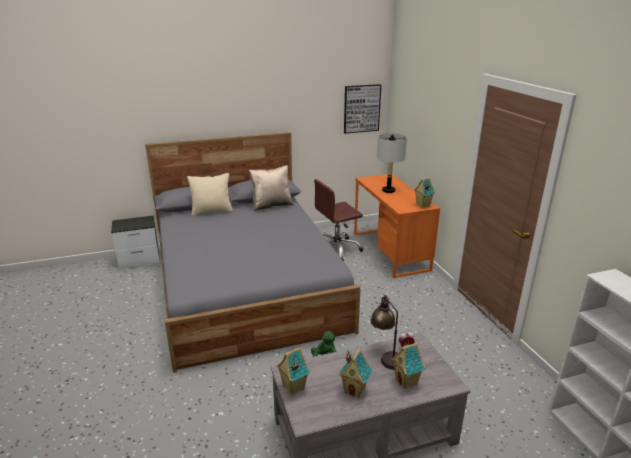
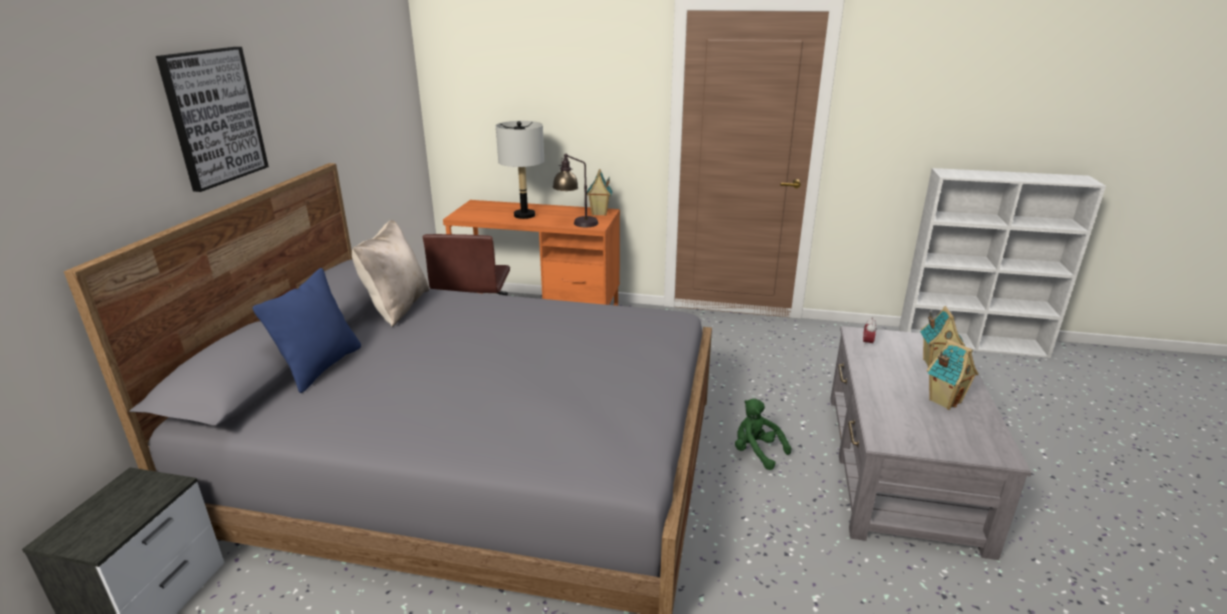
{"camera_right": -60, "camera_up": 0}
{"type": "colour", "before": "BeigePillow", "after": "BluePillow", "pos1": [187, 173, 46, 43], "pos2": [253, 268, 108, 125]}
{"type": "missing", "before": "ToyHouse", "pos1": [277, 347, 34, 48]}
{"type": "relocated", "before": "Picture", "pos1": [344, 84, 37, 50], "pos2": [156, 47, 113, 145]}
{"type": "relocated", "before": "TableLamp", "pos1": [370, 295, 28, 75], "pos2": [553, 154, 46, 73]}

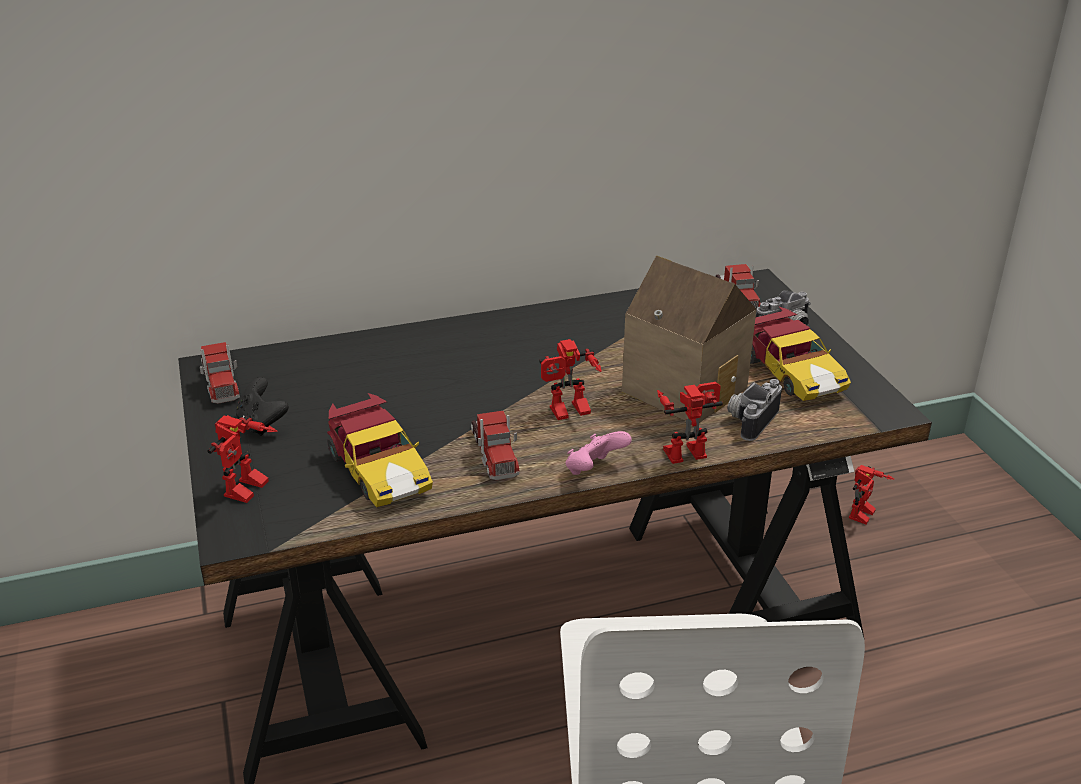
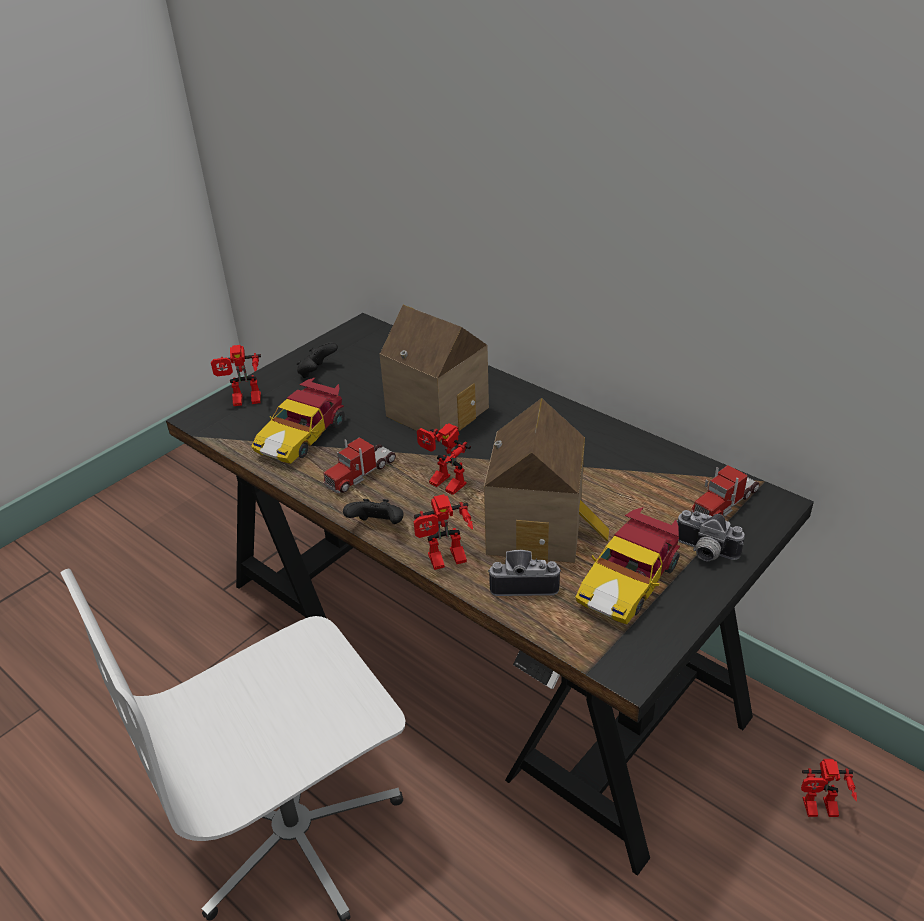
{"camera_right": 60, "camera_up": 5}
{"type": "missing", "before": "ToyTruck", "pos1": [200, 342, 40, 62]}
{"type": "colour", "before": "PinkGameController", "after": "BlackGameController", "pos1": [566, 431, 66, 44], "pos2": [343, 499, 61, 25]}
{"type": "spun", "before": "ToyRobot", "pos1": [657, 382, 66, 82], "pos2": [414, 494, 59, 76], "turn": 120}
{"type": "appeared", "after": "ToyHouse", "pos2": [380, 305, 109, 138]}

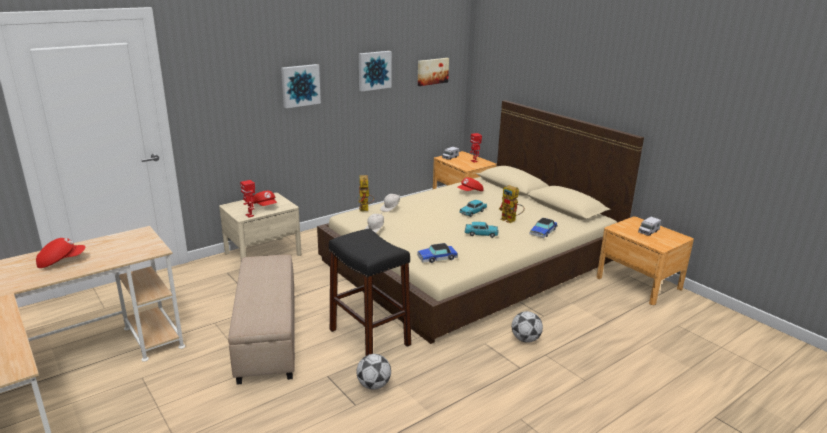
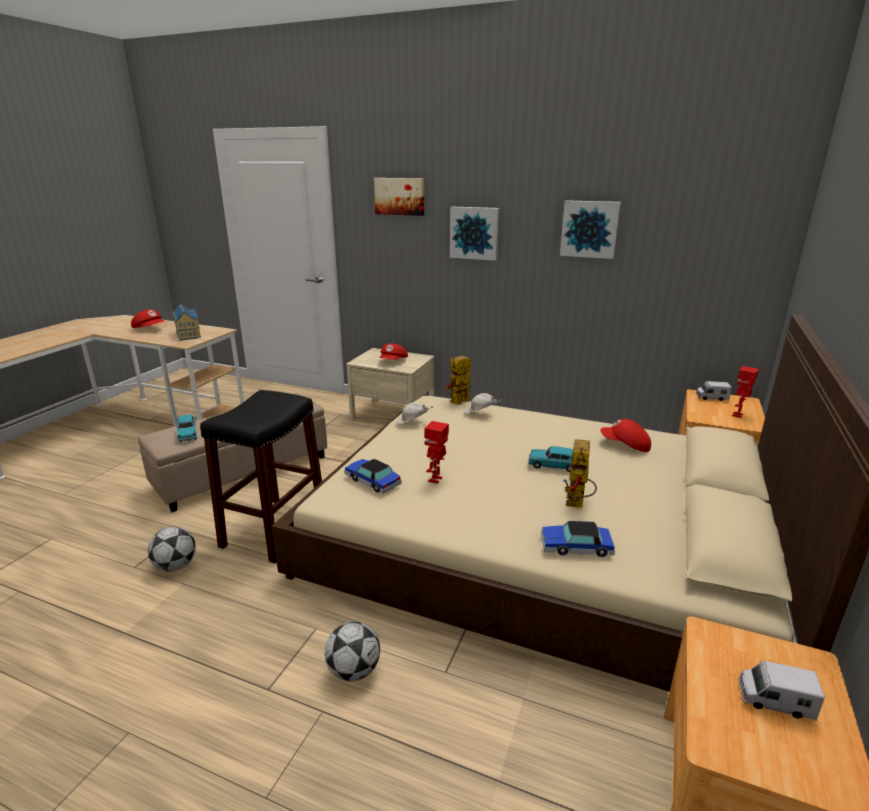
{"camera_right": 60, "camera_up": 0}
{"type": "relocated", "before": "ToyRobot", "pos1": [240, 180, 15, 38], "pos2": [424, 421, 25, 62]}
{"type": "relocated", "before": "Picture", "pos1": [418, 58, 31, 28], "pos2": [374, 178, 50, 38]}
{"type": "relocated", "before": "TurquoiseToyCar", "pos1": [464, 222, 34, 16], "pos2": [177, 414, 20, 28]}
{"type": "appeared", "after": "ToyHouse", "pos2": [172, 304, 29, 37]}

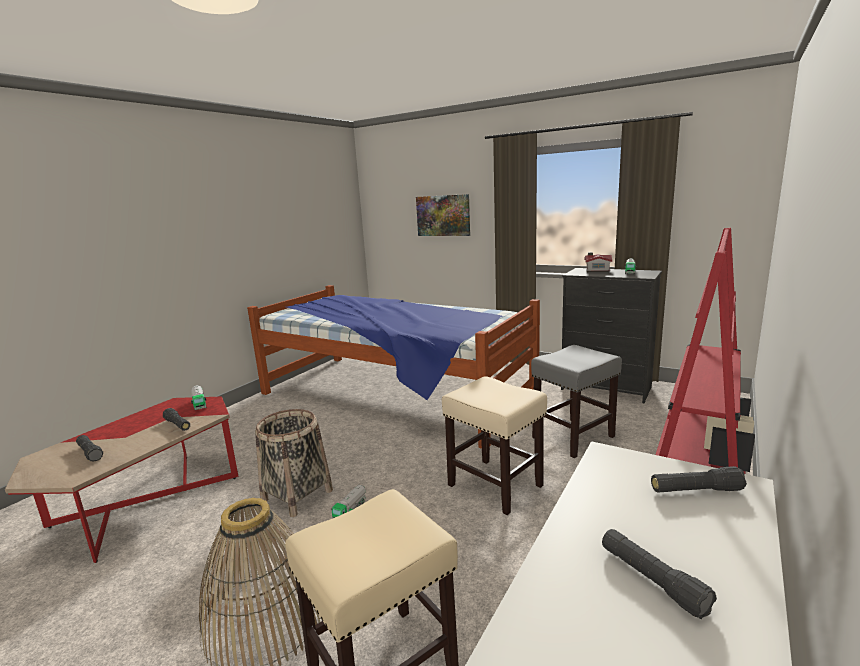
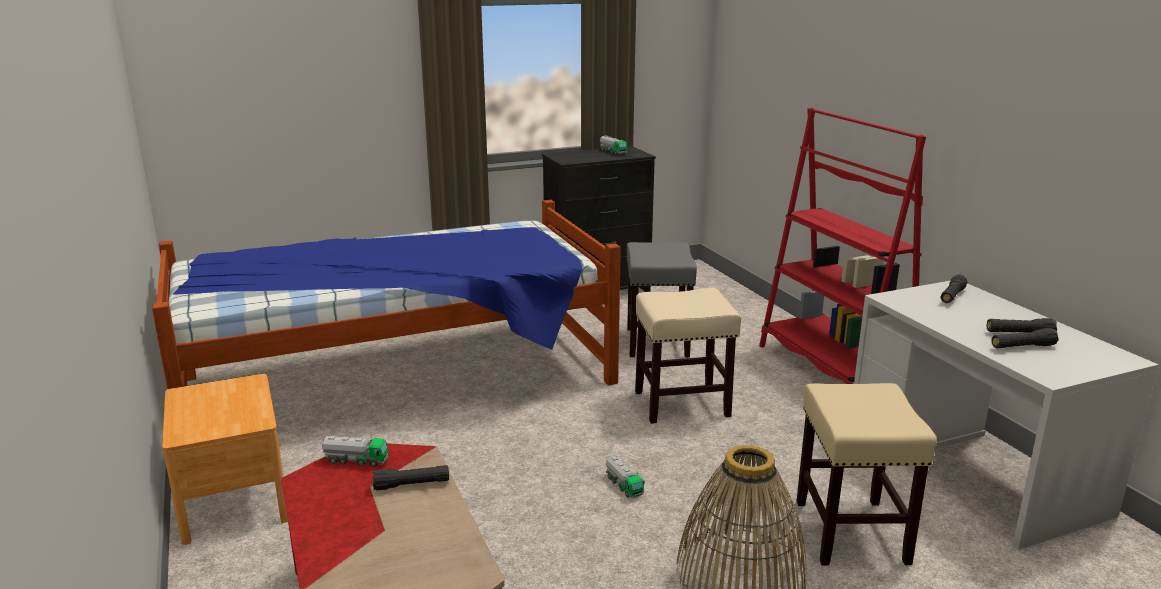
{"camera_right": -55, "camera_up": 5}
{"type": "relocated", "before": "BlackFlashlight", "pos1": [76, 435, 27, 27], "pos2": [991, 328, 68, 20]}
{"type": "missing", "before": "Basket", "pos1": [255, 409, 78, 108]}
{"type": "missing", "before": "Picture", "pos1": [416, 194, 54, 42]}
{"type": "missing", "before": "ToyHouse", "pos1": [585, 252, 27, 20]}
{"type": "appeared", "after": "BrownNightstand", "pos2": [162, 374, 126, 171]}

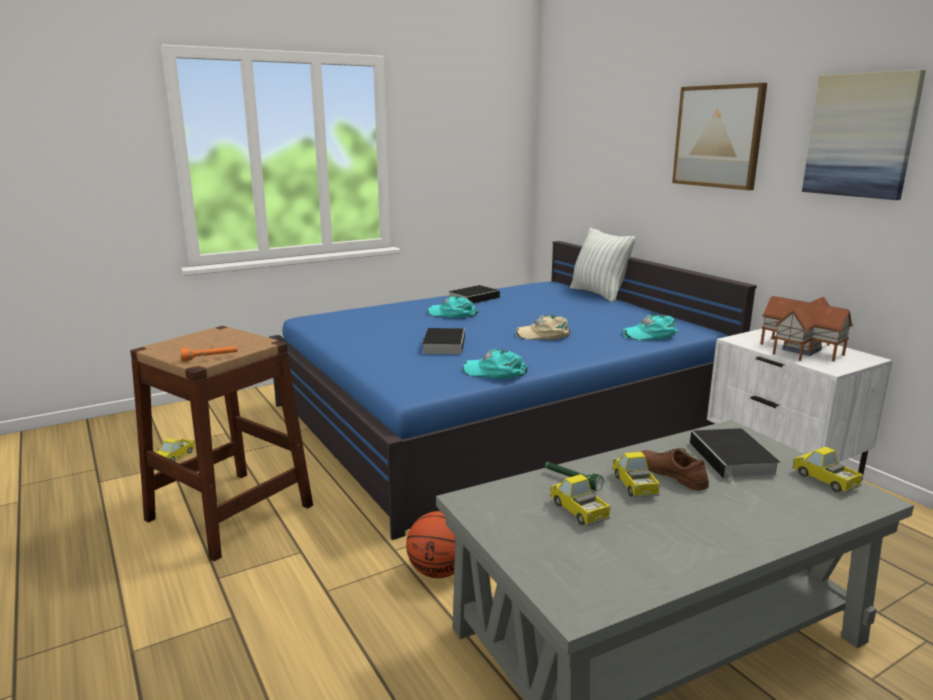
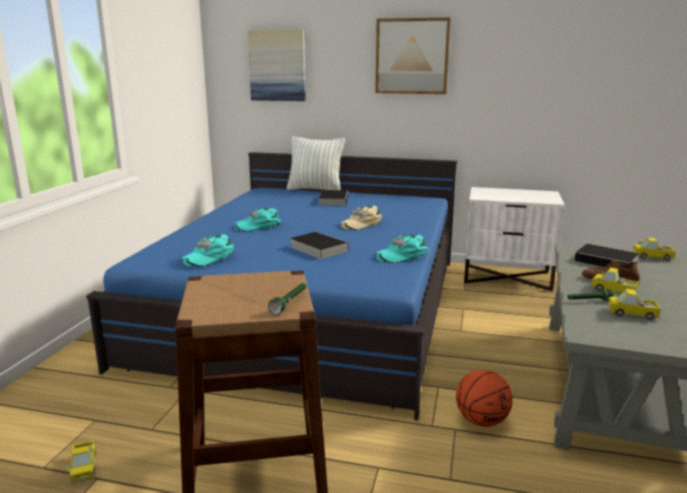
{"camera_right": -45, "camera_up": 0}
{"type": "colour", "before": "OrangeFlashlight", "after": "GreenFlashlight", "pos1": [180, 346, 57, 16], "pos2": [268, 283, 39, 32]}
{"type": "relocated", "before": "Book", "pos1": [448, 285, 55, 19], "pos2": [319, 190, 29, 16]}
{"type": "relocated", "before": "TurquoiseCap", "pos1": [623, 315, 55, 25], "pos2": [181, 234, 53, 33]}
{"type": "missing", "before": "ToyHouse", "pos1": [760, 296, 93, 65]}
{"type": "relocated", "before": "Picture", "pos1": [802, 70, 124, 130], "pos2": [248, 30, 58, 71]}

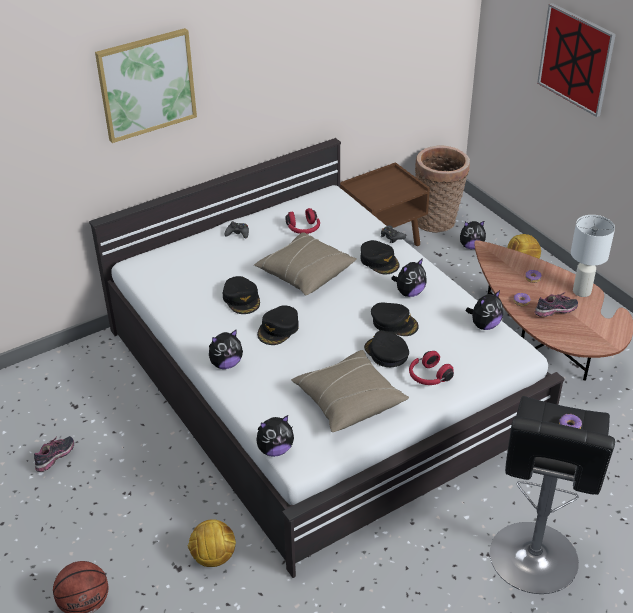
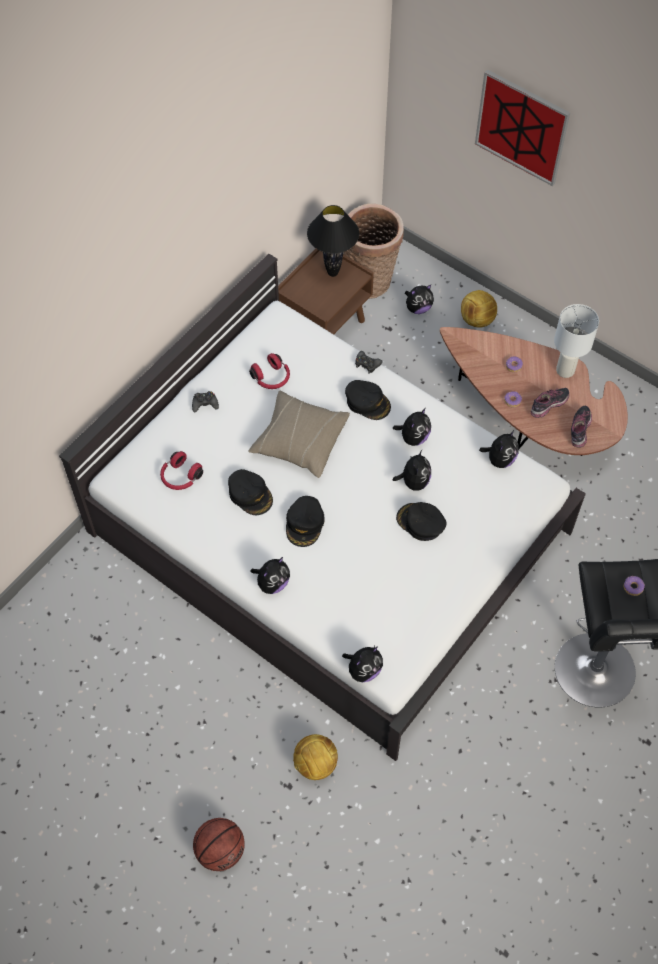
{"camera_right": -20, "camera_up": 20}
{"type": "relocated", "before": "Shoe", "pos1": [34, 436, 40, 36], "pos2": [571, 406, 21, 41]}
{"type": "missing", "before": "Picture", "pos1": [95, 28, 102, 115]}
{"type": "missing", "before": "BeigePillow", "pos1": [291, 350, 118, 82]}
{"type": "exchanged", "before": "BlackCap", "after": "PlushToy", "pos1": [371, 302, 48, 34], "pos2": [393, 450, 38, 41]}
{"type": "relocated", "before": "RedHeadphones", "pos1": [409, 351, 45, 34], "pos2": [160, 451, 43, 39]}
{"type": "appeared", "after": "BlackTableLamp", "pos2": [307, 205, 52, 72]}

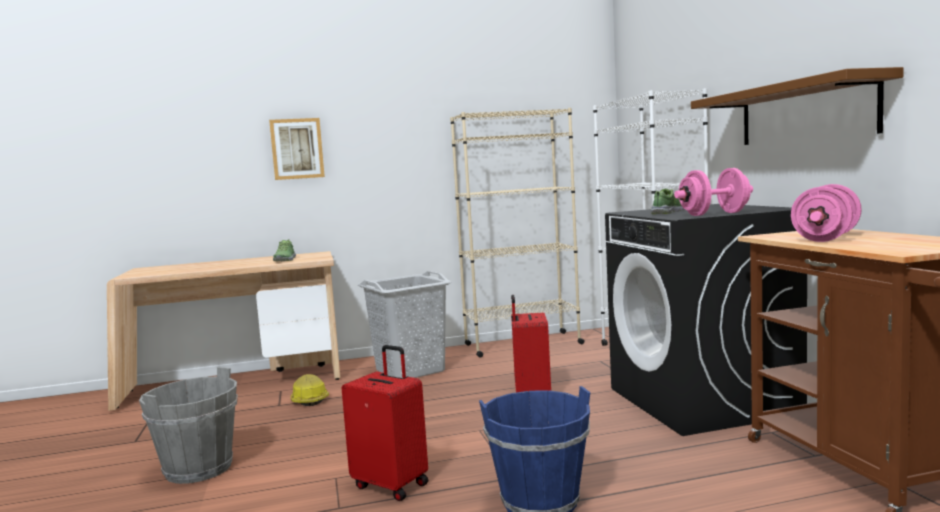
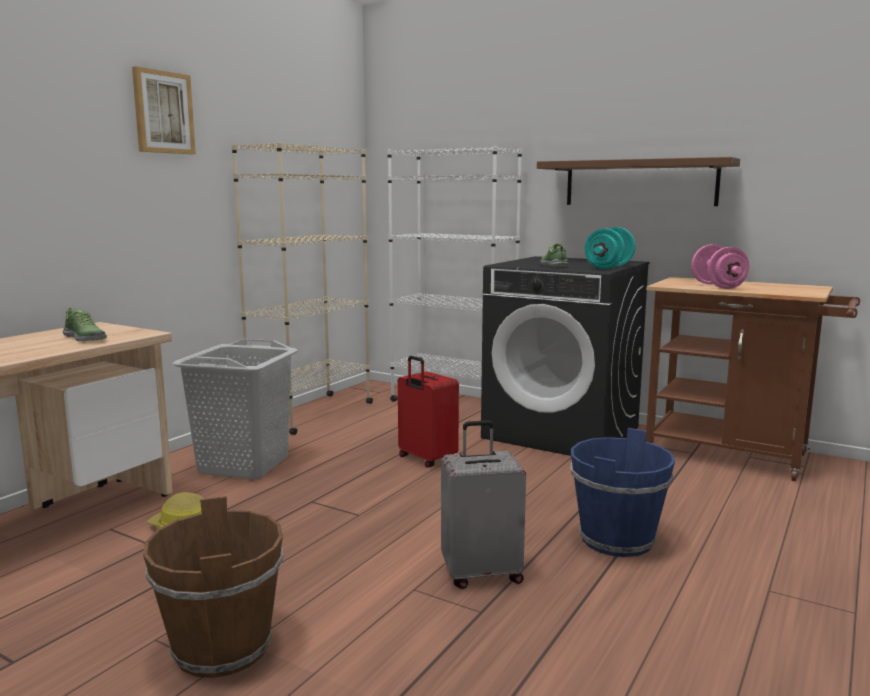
{"camera_right": -45, "camera_up": 5}
{"type": "colour", "before": "GreyBucket", "after": "BrownBucket", "pos1": [139, 367, 99, 117], "pos2": [143, 496, 140, 182]}
{"type": "relocated", "before": "Picture", "pos1": [269, 118, 56, 62], "pos2": [132, 66, 64, 88]}
{"type": "colour", "before": "RedSuitcase", "after": "GreySuitcase", "pos1": [342, 345, 86, 156], "pos2": [441, 420, 85, 169]}
{"type": "colour", "before": "PinkDumbbell", "after": "TurquoiseDumbbell", "pos1": [674, 168, 79, 48], "pos2": [585, 227, 51, 42]}

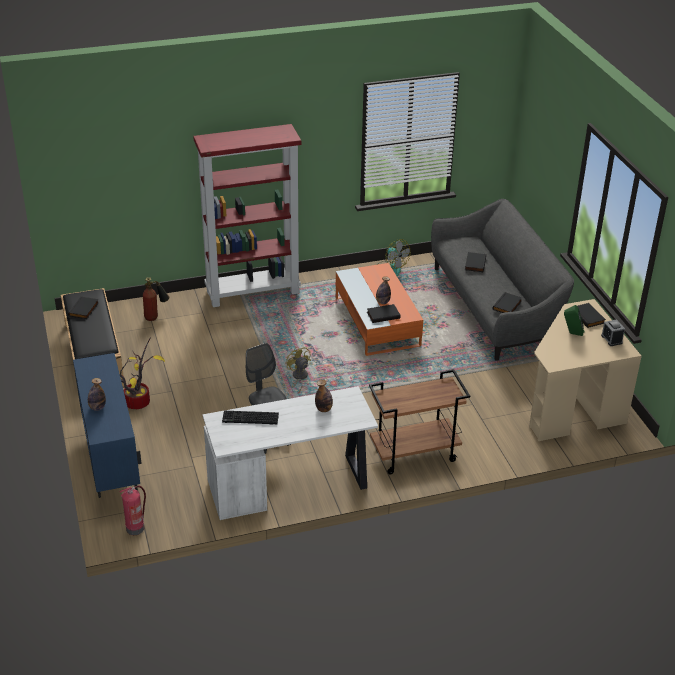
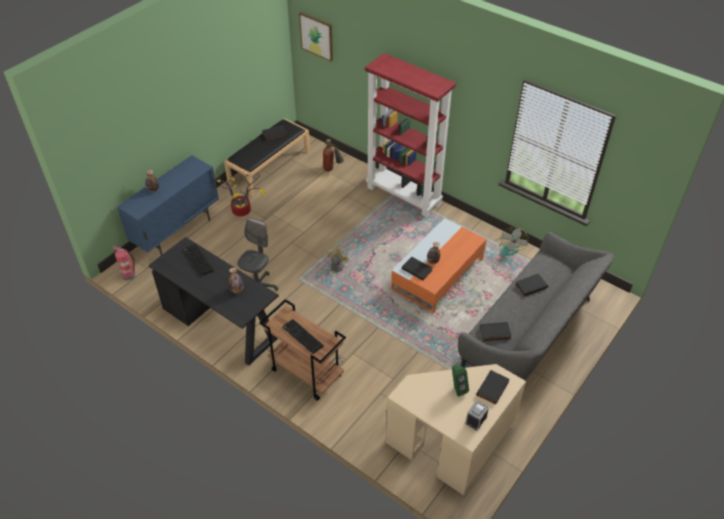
{"camera_right": 55, "camera_up": 10}
{"type": "colour", "before": "WhiteDesk", "after": "BlackDesk", "pos1": [203, 386, 175, 134], "pos2": [148, 237, 131, 129]}
{"type": "appeared", "after": "Keyboard", "pos2": [282, 319, 42, 35]}
{"type": "appeared", "after": "Picture", "pos2": [299, 12, 34, 50]}

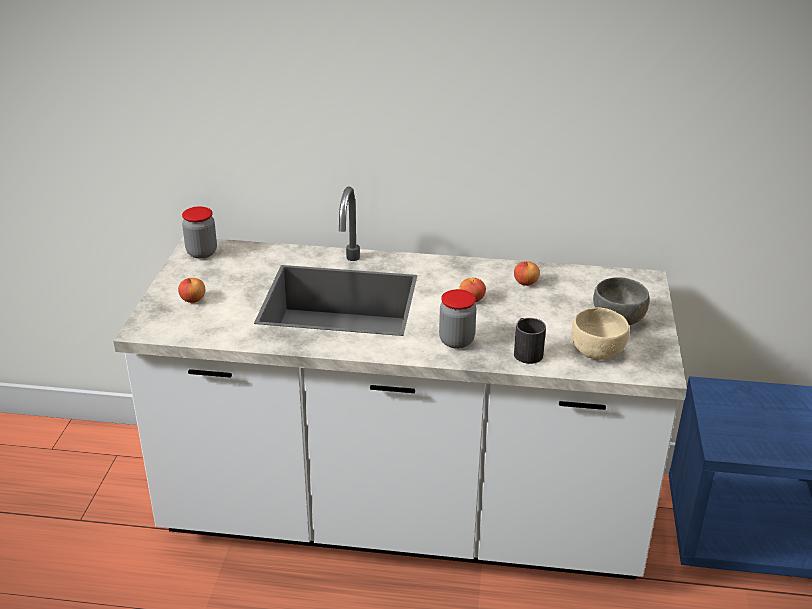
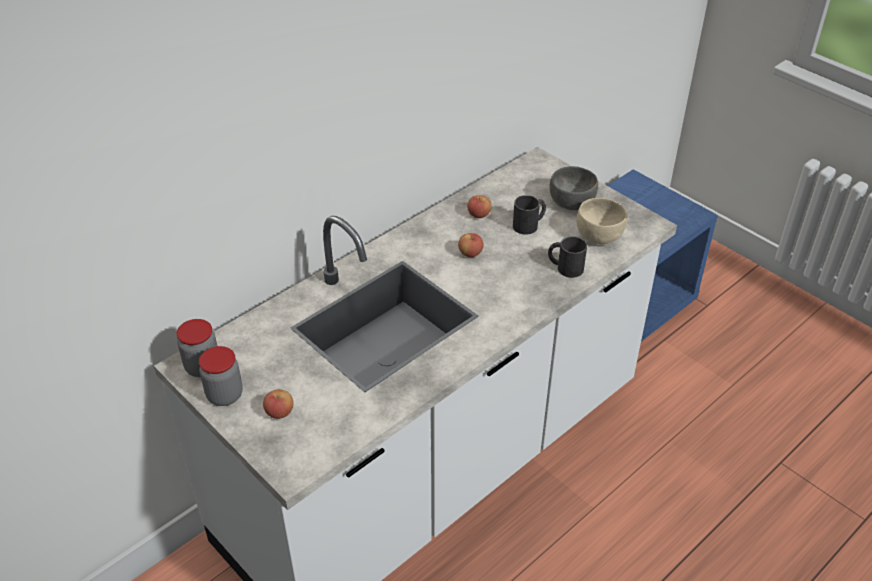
{"camera_right": -50, "camera_up": 10}
{"type": "relocated", "before": "Jar", "pos1": [439, 289, 37, 60], "pos2": [199, 346, 44, 60]}
{"type": "appeared", "after": "BlackMug", "pos2": [513, 195, 33, 39]}

